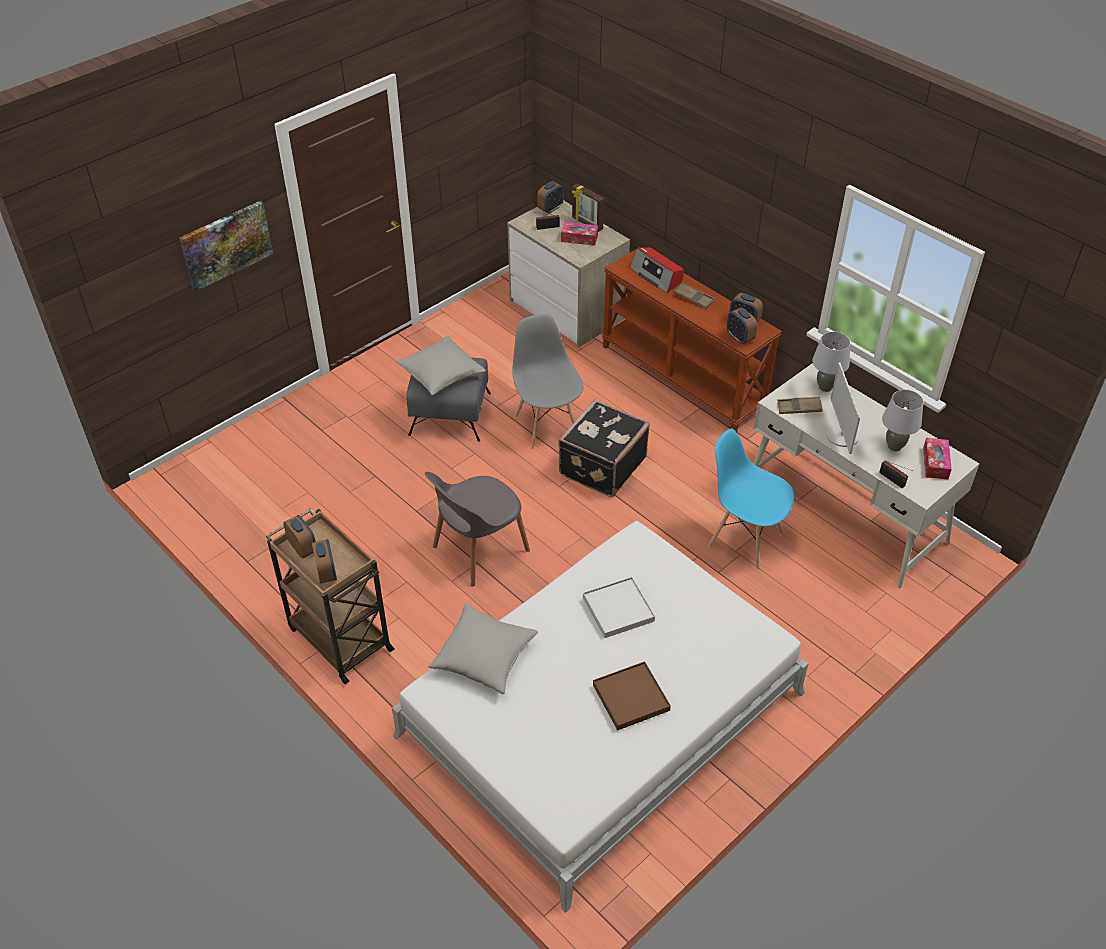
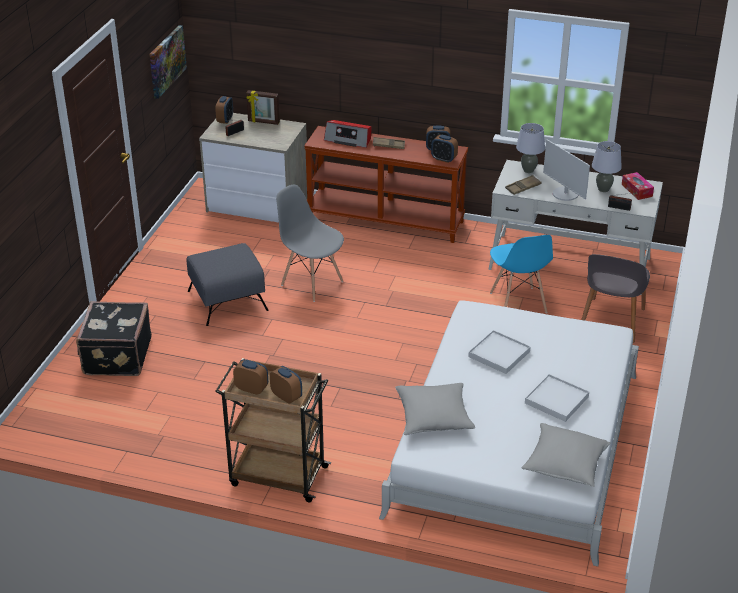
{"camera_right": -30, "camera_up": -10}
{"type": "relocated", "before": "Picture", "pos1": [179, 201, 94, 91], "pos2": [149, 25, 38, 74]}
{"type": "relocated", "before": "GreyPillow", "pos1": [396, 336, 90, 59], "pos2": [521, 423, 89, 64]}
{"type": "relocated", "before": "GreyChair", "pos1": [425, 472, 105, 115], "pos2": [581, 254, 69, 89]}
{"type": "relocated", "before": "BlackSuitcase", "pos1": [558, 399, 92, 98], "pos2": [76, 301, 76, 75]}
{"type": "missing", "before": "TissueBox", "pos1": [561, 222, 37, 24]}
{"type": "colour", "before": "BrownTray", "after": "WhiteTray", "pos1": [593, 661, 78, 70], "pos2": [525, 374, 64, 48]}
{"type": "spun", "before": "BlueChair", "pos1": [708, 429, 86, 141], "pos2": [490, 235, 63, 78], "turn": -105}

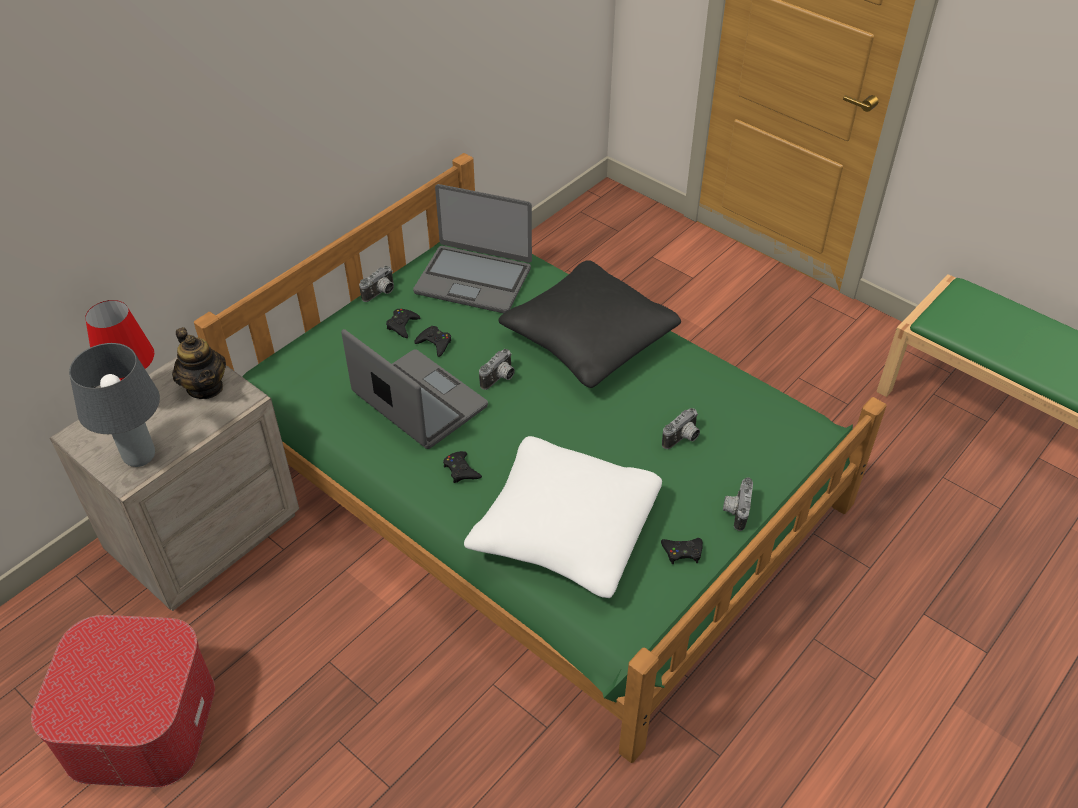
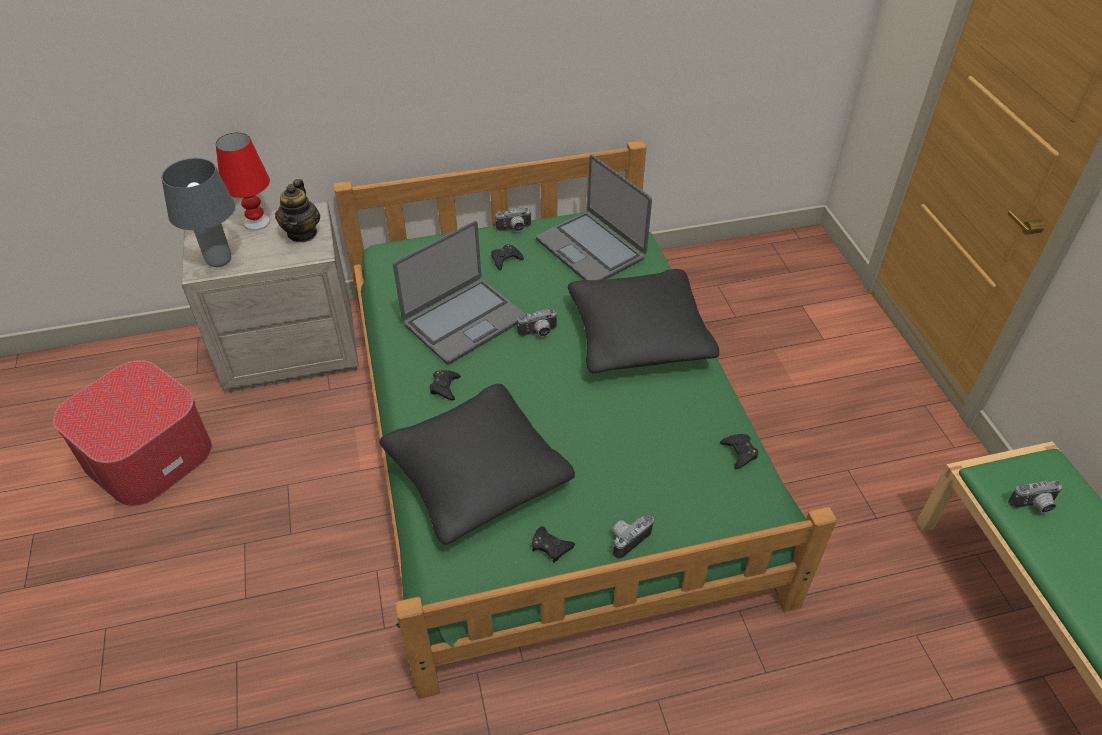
{"camera_right": 35, "camera_up": 0}
{"type": "spun", "before": "Laptop", "pos1": [341, 329, 147, 120], "pos2": [393, 221, 132, 143], "turn": 60}
{"type": "relocated", "before": "BlackGameController", "pos1": [414, 326, 37, 31], "pos2": [720, 434, 39, 35]}
{"type": "colour", "before": "WhitePillow", "after": "BlackPillow", "pos1": [464, 436, 198, 162], "pos2": [379, 384, 196, 161]}
{"type": "relocated", "before": "PhotoCamera", "pos1": [662, 408, 38, 41], "pos2": [1008, 480, 54, 33]}

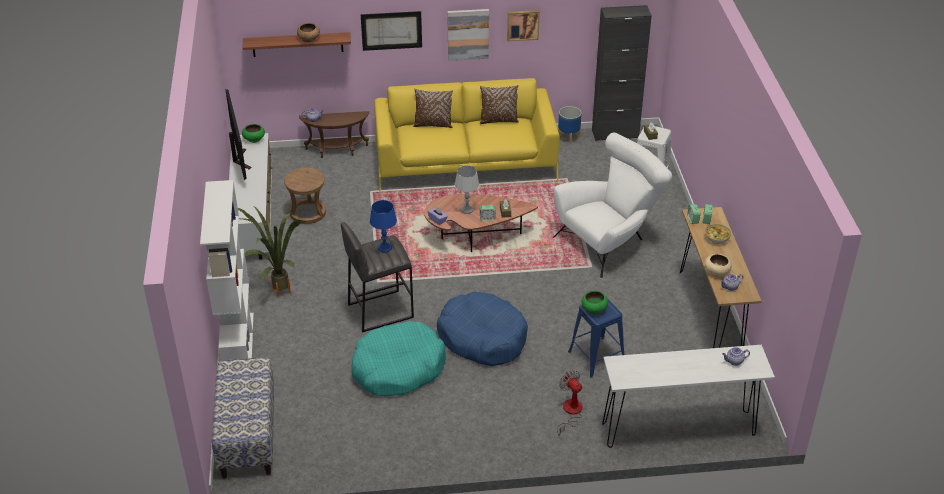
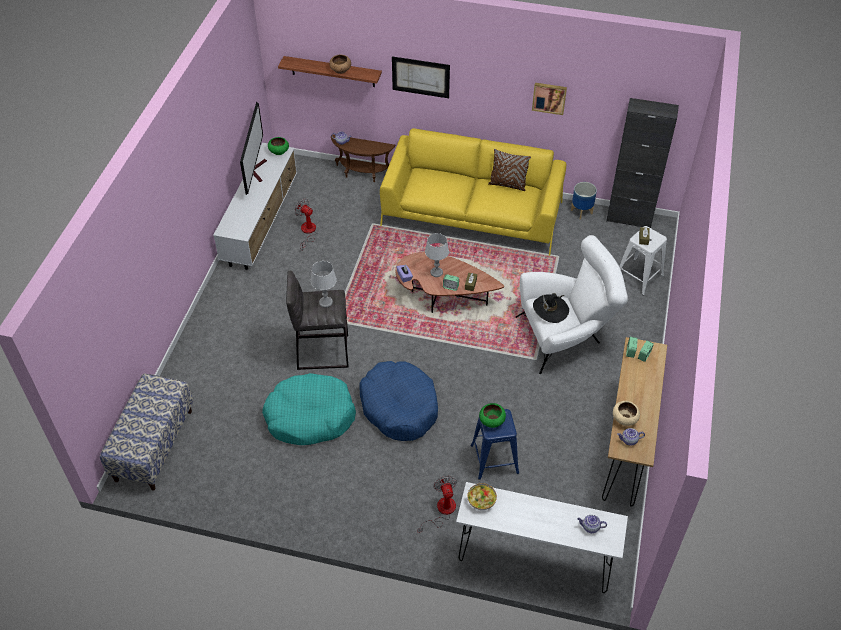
{"camera_right": 20, "camera_up": 10}
{"type": "missing", "before": "WhiteBookcase", "pos1": [200, 180, 54, 181]}
{"type": "missing", "before": "PottedPlant", "pos1": [238, 205, 68, 93]}
{"type": "exchanged", "before": "BrownStool", "after": "Fan", "pos1": [284, 168, 42, 56], "pos2": [295, 199, 22, 52]}
{"type": "colour", "before": "BlueTableLamp", "after": "GreyTableLamp", "pos1": [370, 200, 27, 53], "pos2": [310, 261, 27, 47]}
{"type": "missing", "before": "BrownPillow", "pos1": [413, 89, 40, 39]}
{"type": "missing", "before": "Picture", "pos1": [447, 9, 42, 52]}
{"type": "relocated", "before": "Bowl", "pos1": [705, 224, 26, 20], "pos2": [467, 483, 30, 27]}
{"type": "appeared", "after": "BlackHat", "pos2": [533, 293, 36, 30]}

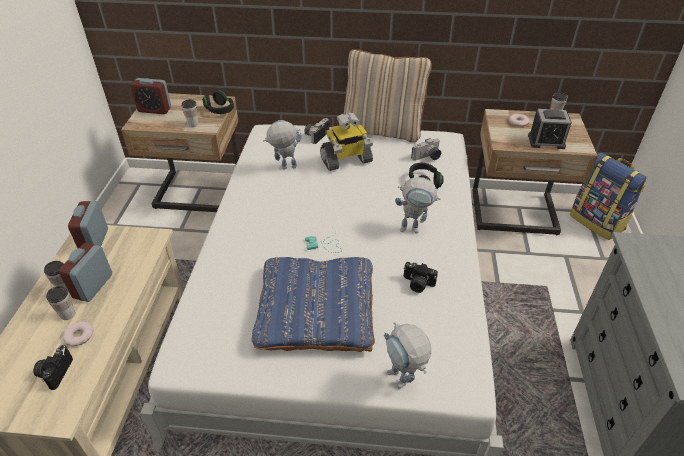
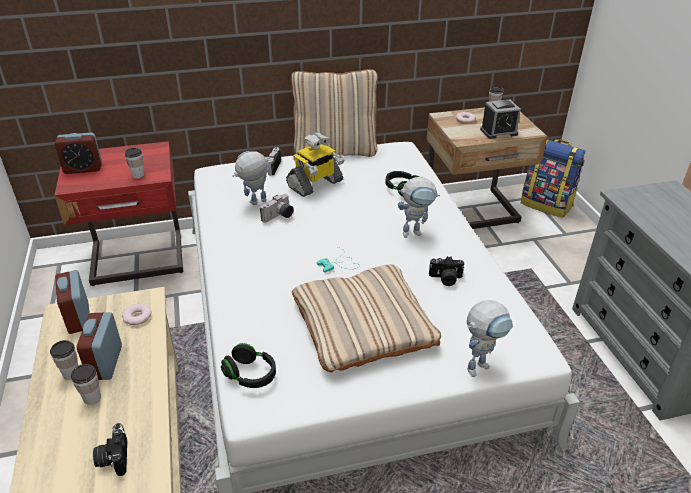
{"camera_right": -20, "camera_up": -5}
{"type": "relocated", "before": "Donut", "pos1": [62, 321, 32, 25], "pos2": [122, 304, 30, 21]}
{"type": "colour", "before": "BeigeNightstand", "after": "RedNightstand", "pos1": [121, 93, 118, 119], "pos2": [54, 141, 129, 145]}
{"type": "relocated", "before": "BlackHeadphones", "pos1": [202, 90, 32, 24], "pos2": [221, 343, 55, 45]}
{"type": "colour", "before": "BluePillow", "after": "BeigePillow", "pos1": [251, 257, 124, 95], "pos2": [292, 264, 149, 108]}
{"type": "spun", "before": "ToyRobot", "pos1": [384, 322, 47, 67], "pos2": [467, 300, 46, 77], "turn": -75}
{"type": "relocated", "before": "PhotoCamera", "pos1": [411, 138, 30, 23], "pos2": [260, 194, 34, 29]}

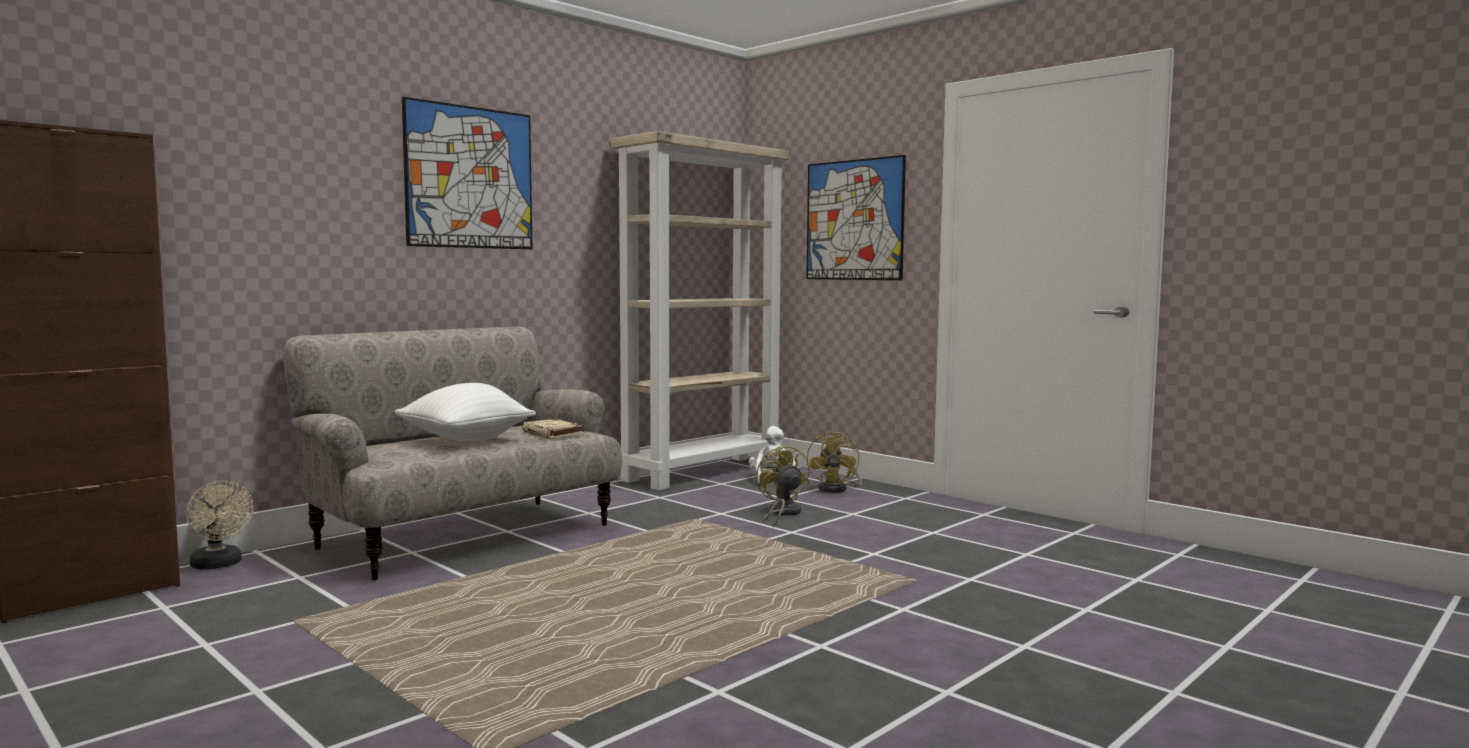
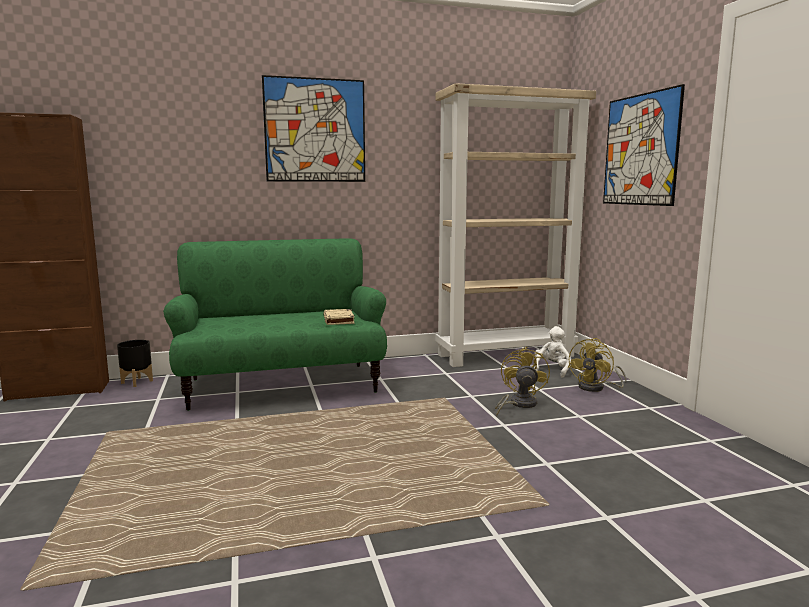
{"camera_right": 30, "camera_up": 5}
{"type": "exchanged", "before": "BeigeFan", "after": "BlackPlanter", "pos1": [186, 480, 67, 90], "pos2": [117, 340, 36, 47]}
{"type": "colour", "before": "BeigeSofa", "after": "GreenSofa", "pos1": [283, 327, 339, 254], "pos2": [163, 238, 224, 173]}
{"type": "missing", "before": "WhitePillow", "pos1": [394, 383, 142, 58]}

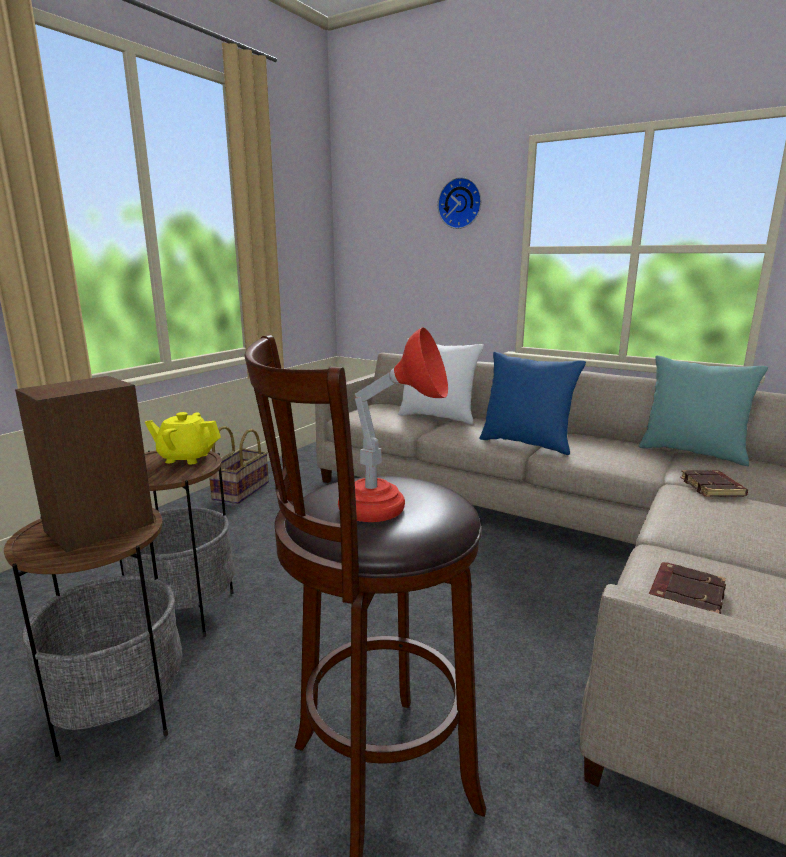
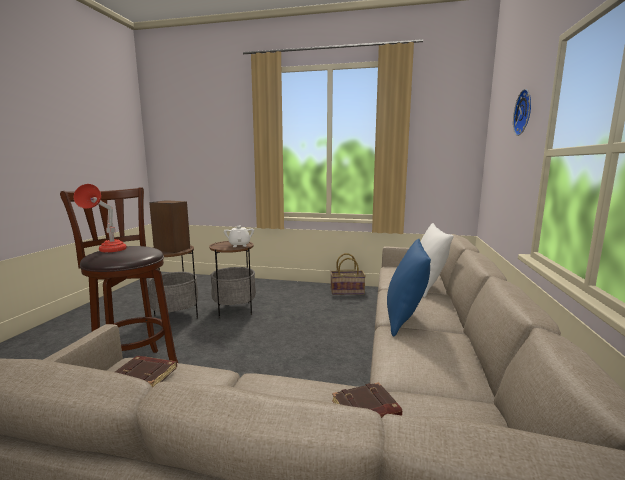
{"camera_right": 70, "camera_up": -5}
{"type": "colour", "before": "YellowTeapot", "after": "WhiteTeapot", "pos1": [145, 412, 76, 52], "pos2": [224, 226, 30, 21]}
{"type": "missing", "before": "TurquoisePillow", "pos1": [638, 355, 130, 111]}

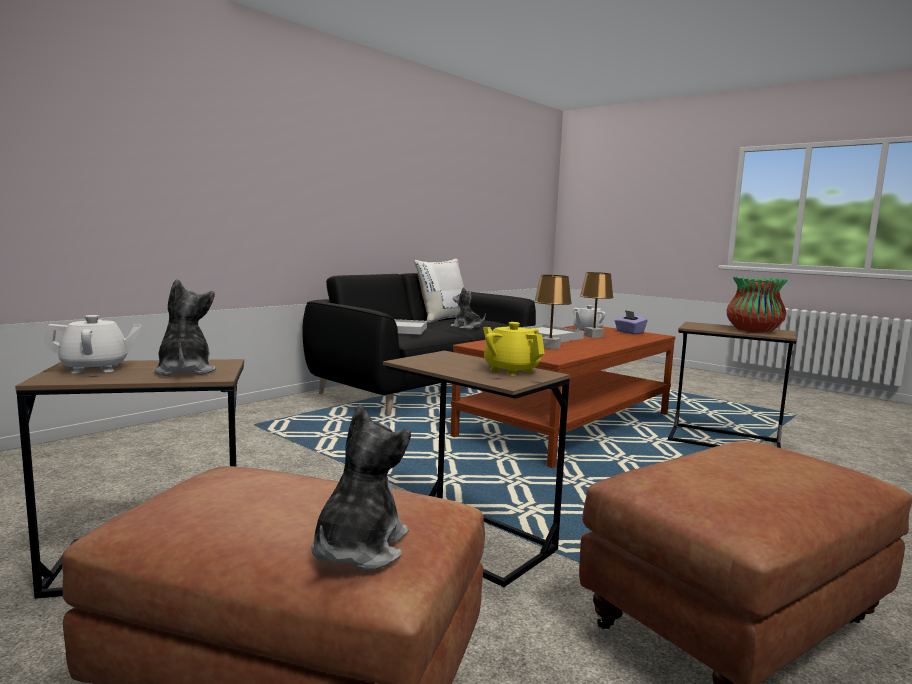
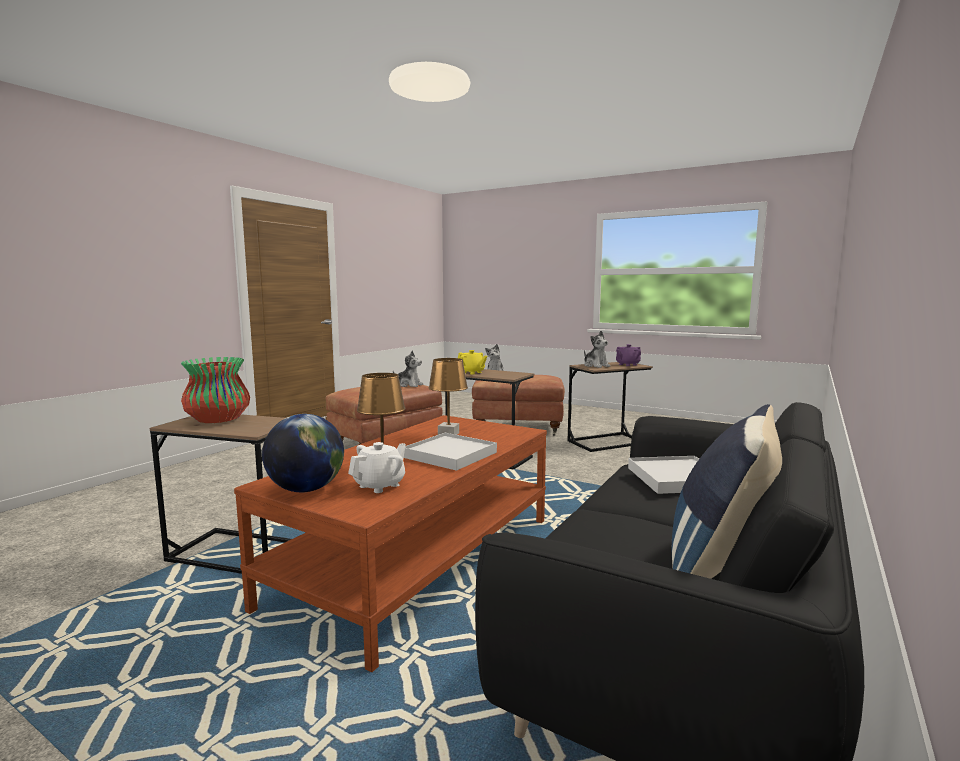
{"camera_right": 170, "camera_up": 0}
{"type": "colour", "before": "WhiteTeapot", "after": "PurpleTeapot", "pos1": [43, 315, 99, 58], "pos2": [616, 344, 25, 22]}
{"type": "colour", "before": "WhitePillow", "after": "BluePillow", "pos1": [414, 259, 50, 64], "pos2": [672, 404, 110, 175]}
{"type": "relocated", "before": "PlushToy", "pos1": [450, 287, 36, 42], "pos2": [393, 351, 30, 36]}
{"type": "exchanged", "before": "PurpleTissueBox", "after": "Globe", "pos1": [615, 310, 33, 24], "pos2": [262, 414, 82, 78]}

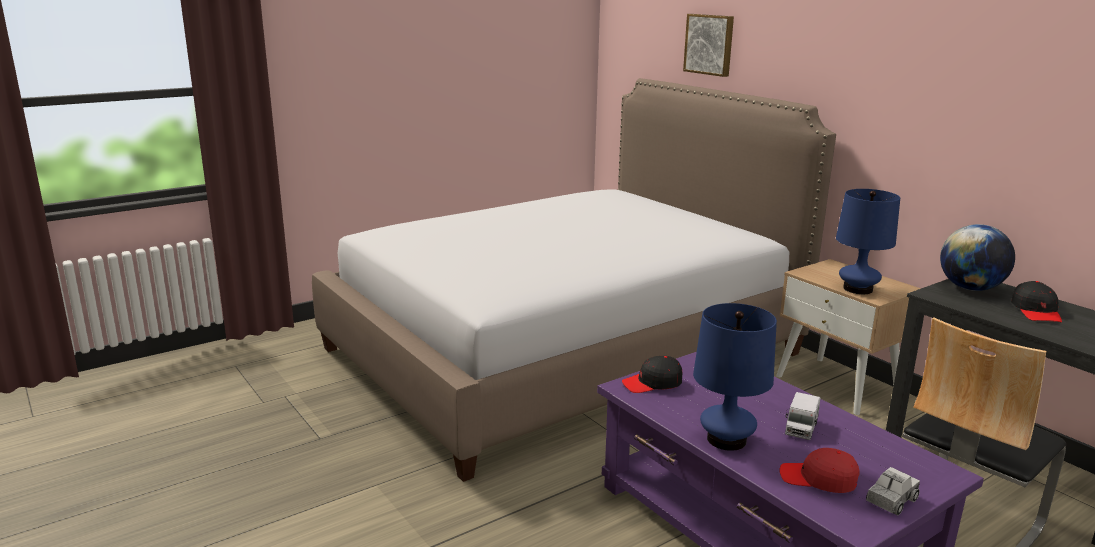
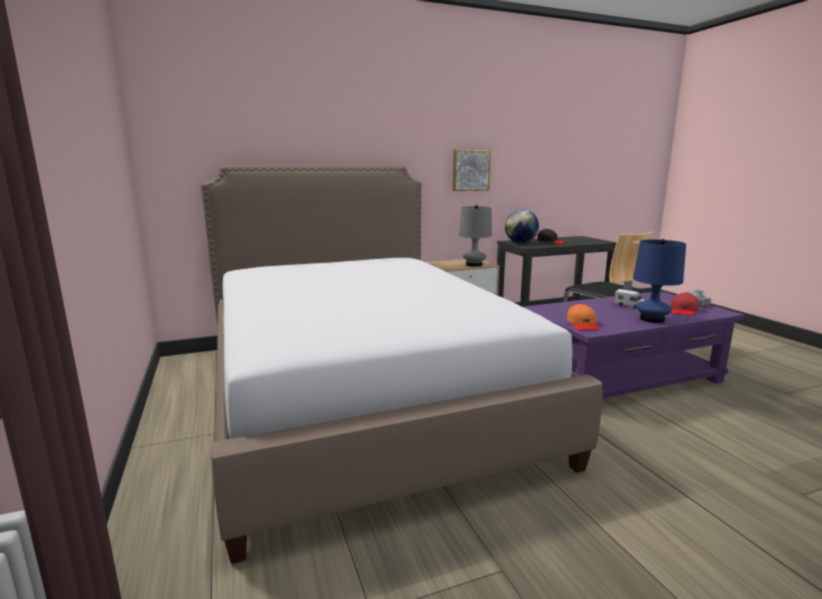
{"camera_right": -75, "camera_up": -5}
{"type": "colour", "before": "BlackCap", "after": "OrangeCap", "pos1": [622, 356, 60, 37], "pos2": [567, 304, 32, 26]}
{"type": "relocated", "before": "Picture", "pos1": [683, 14, 51, 63], "pos2": [453, 150, 38, 41]}
{"type": "colour", "before": "BlueTableLamp", "after": "GreyTableLamp", "pos1": [836, 189, 64, 105], "pos2": [459, 205, 33, 62]}

